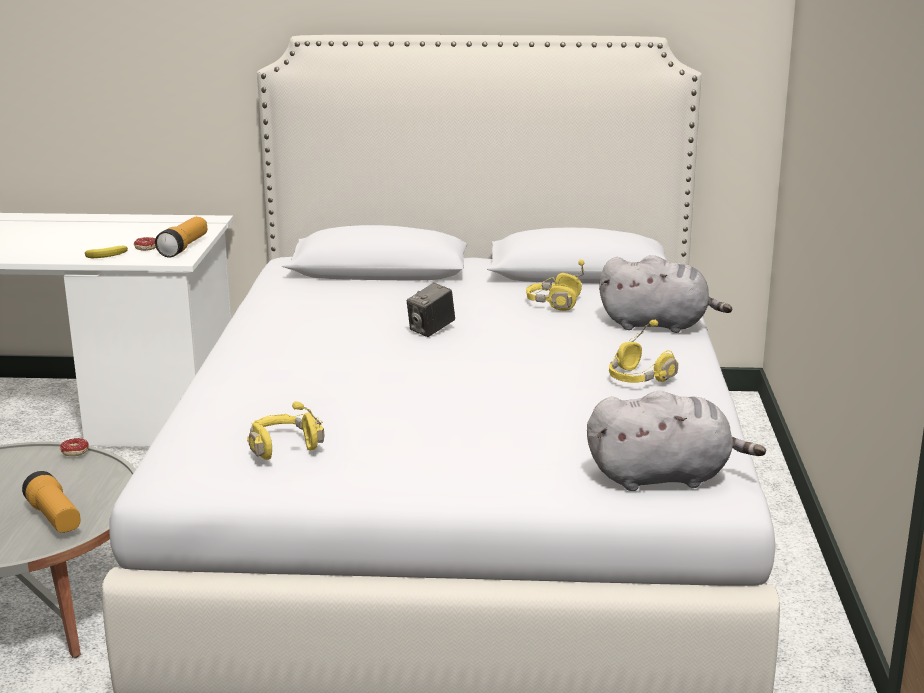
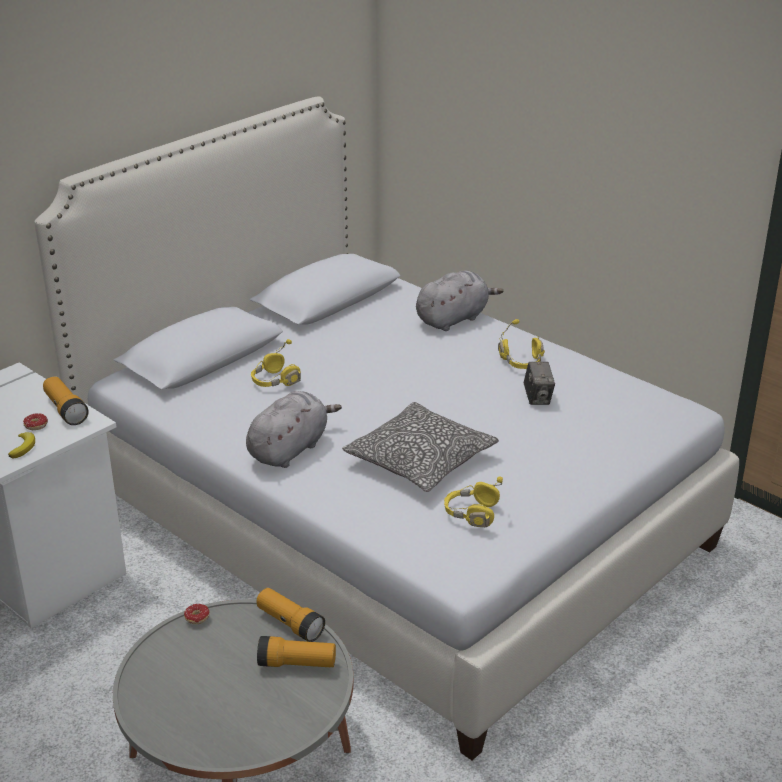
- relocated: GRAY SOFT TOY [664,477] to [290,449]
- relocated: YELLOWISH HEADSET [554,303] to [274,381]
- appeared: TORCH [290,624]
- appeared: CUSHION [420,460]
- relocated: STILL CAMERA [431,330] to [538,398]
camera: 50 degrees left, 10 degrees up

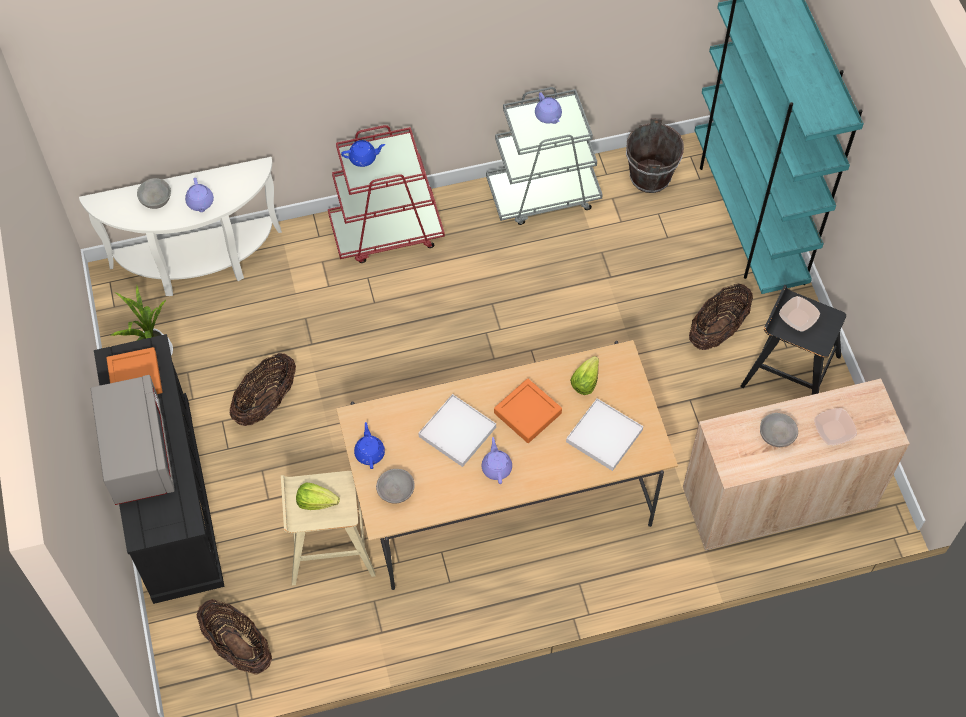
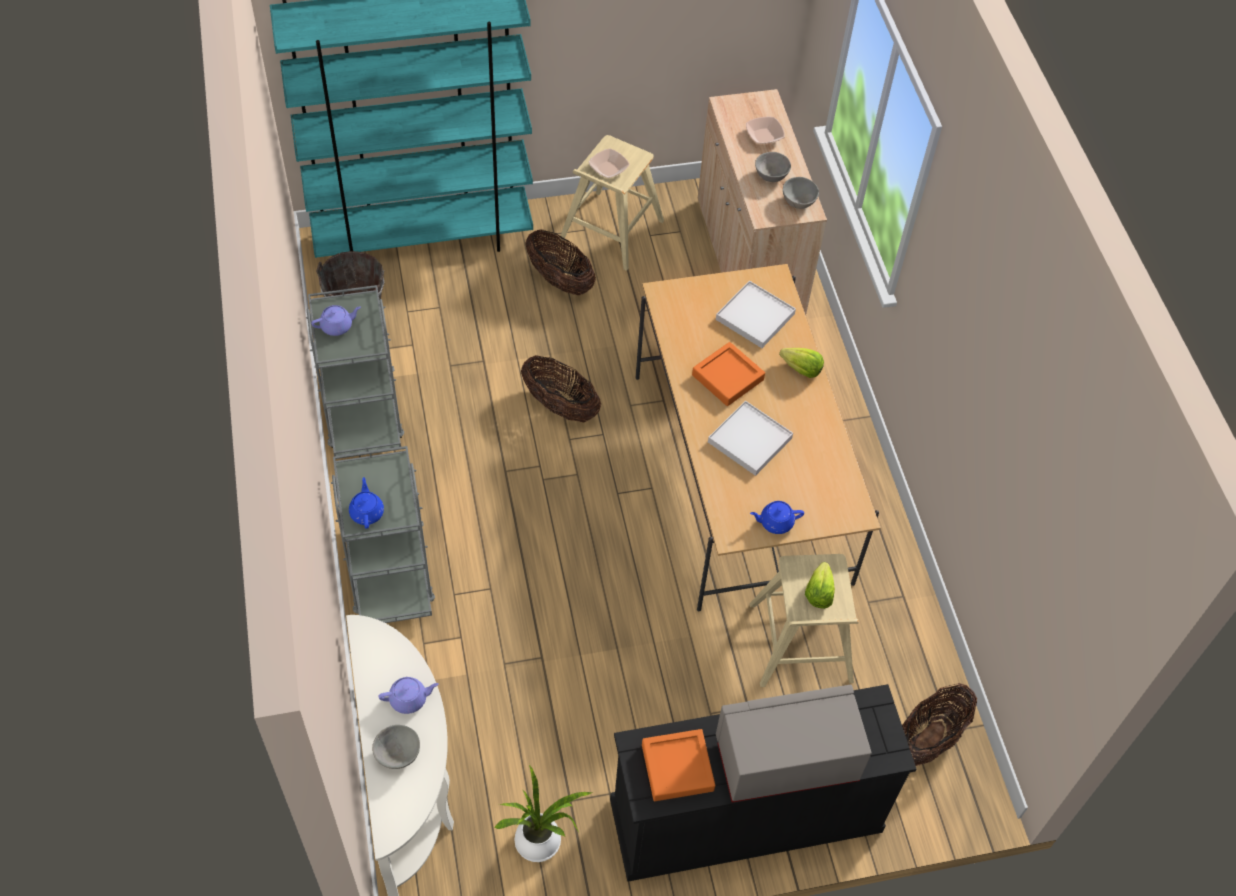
- colour: REDDISH WHEELED CART [387,231] to GRAY WHEELED CART [389,571]
- relocated: HOUSEHOLD BASKET [266,402] to [560,405]
- colour: BLACK-COLOURED STOOL [789,370] to BEIGE STOOL [611,231]
- relocated: LETTUCE HEAD [585,382] to [801,370]
- relocated: GRAY SERVING BOWL [396,493] to [799,202]
- missing: PURPLISH TEAPOT [496,467]
camera: 90 degrees left, 5 degrees down

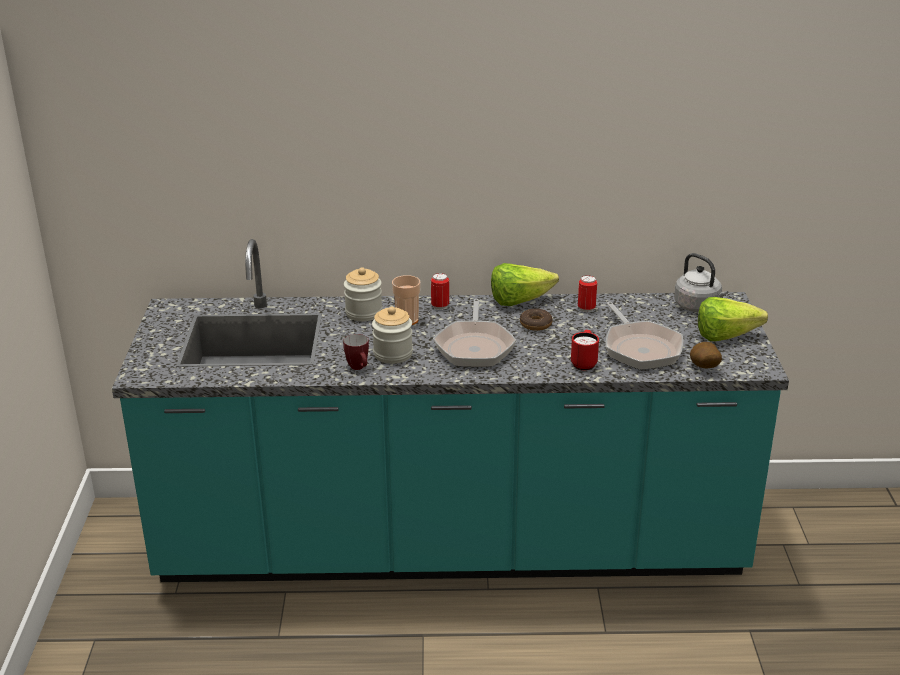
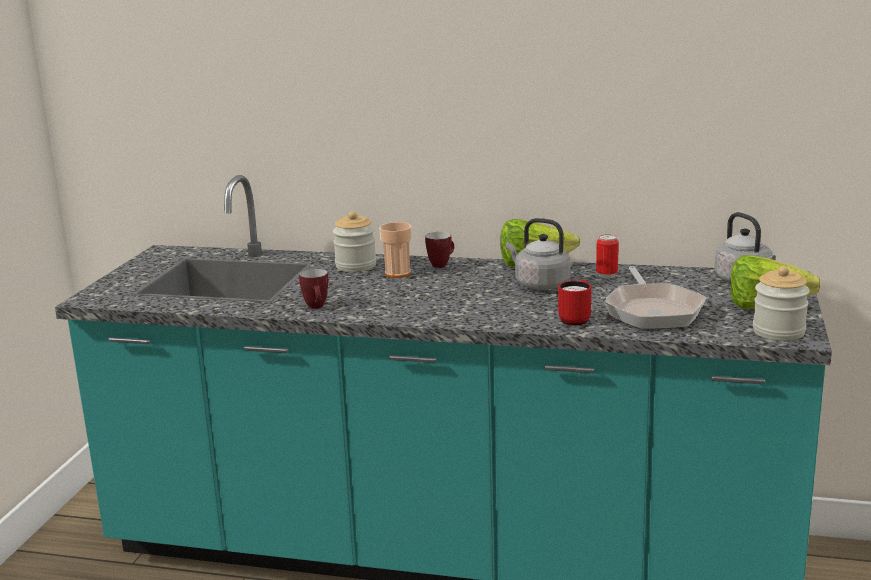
- exchanged: SEALED CAN [440,306] to TEA MUG [441,265]
- exchanged: RING DOUGHNUT [535,324] to GRAY WATER KETTLE [539,284]
- relocated: JAR [393,354] to [778,332]
- missing: SKILLET [475,346]
- missing: SPUD [703,368]
camera: 15 degrees right, 10 degrees down

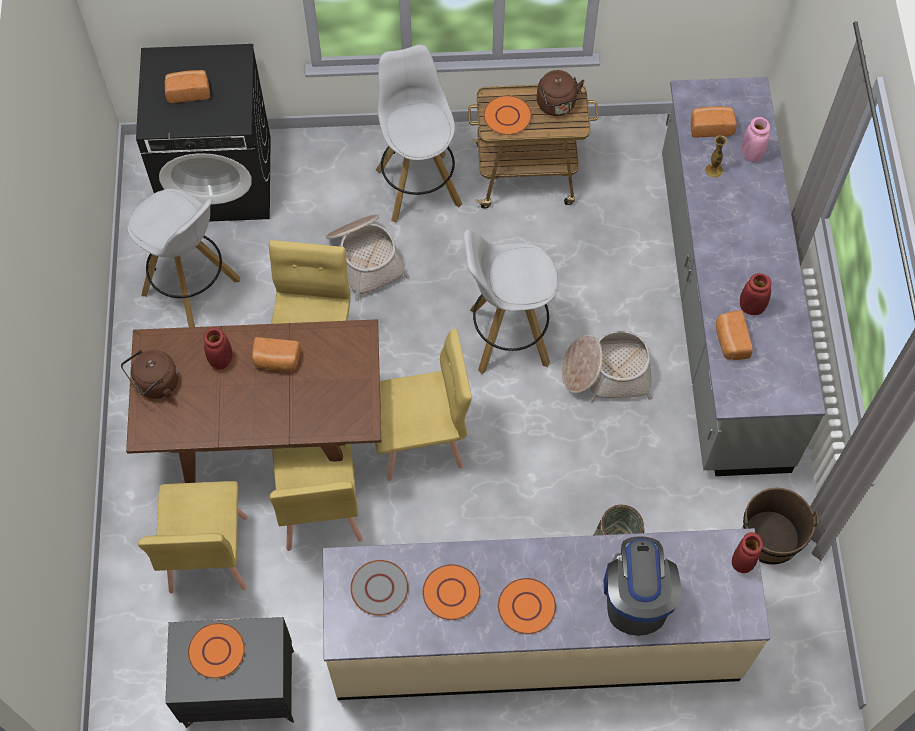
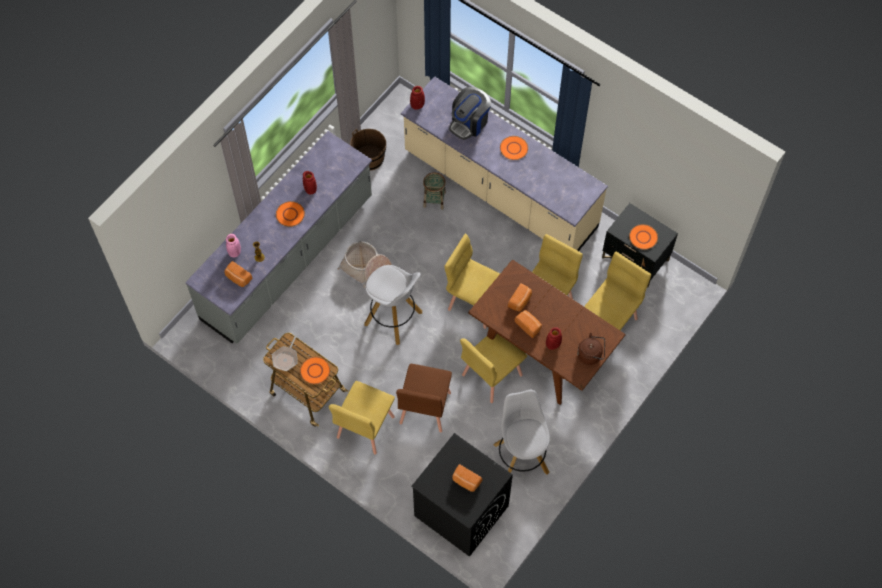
- exchanged: BROWN WATER KETTLE [557,105] to SKILLET [286,358]
- relocated: ORANGE DINNER PLATE [451,592] to [290,214]
- exchanged: WHITISH STOOL [418,185] to YELLOWISH CHAIR [365,427]
- exchanged: HOUSEHOLD BASKET [365,258] to BROWN CHAIR [424,408]
- relocated: BAKED BREAD [730,341] to [520,301]
- missing: GRAY DINNER PLATE [380,588]
camera: 140 degrees left, 0 degrees up

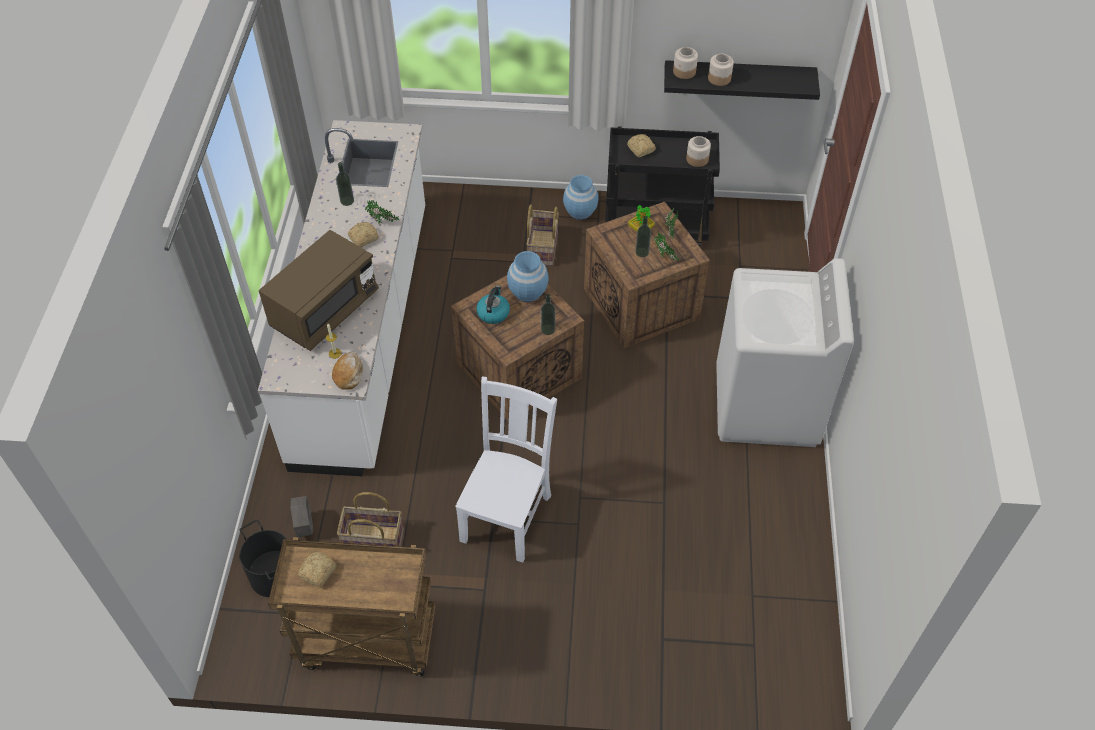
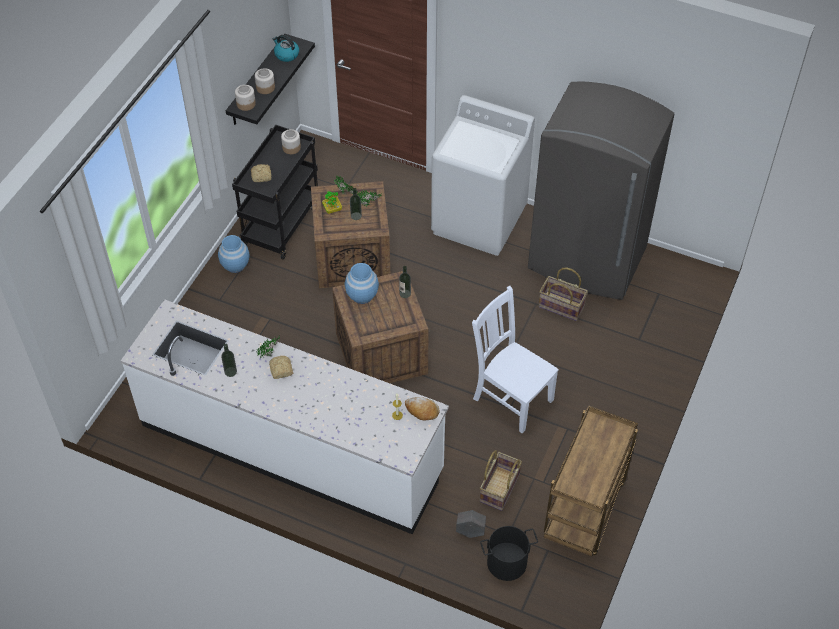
- relocated: WATER KETTLE [493,313] to [286,55]
- appeared: GRAY KITCHEN FRIDGE [587,260]
- relocated: HOUSEHOLD BASKET [542,247] to [561,307]
- missing: BROWN MICROWAVE OVEN [325,310]
- missing: BAKED BREAD [317,573]
camera: 70 degrees left, 0 degrees up

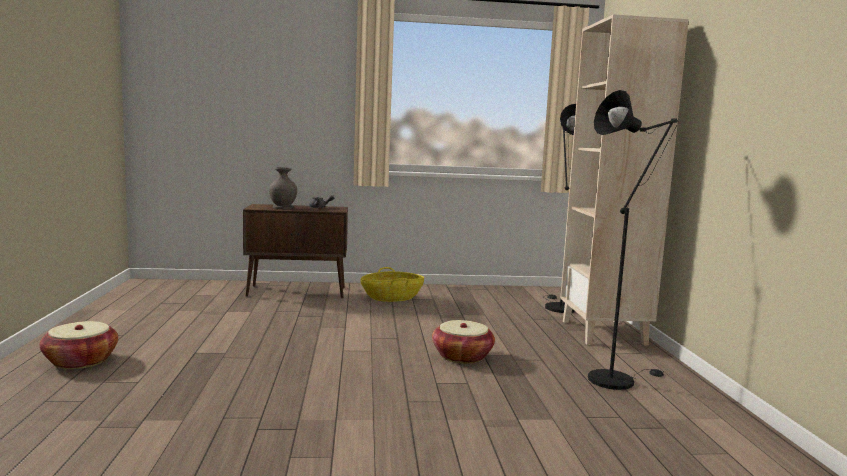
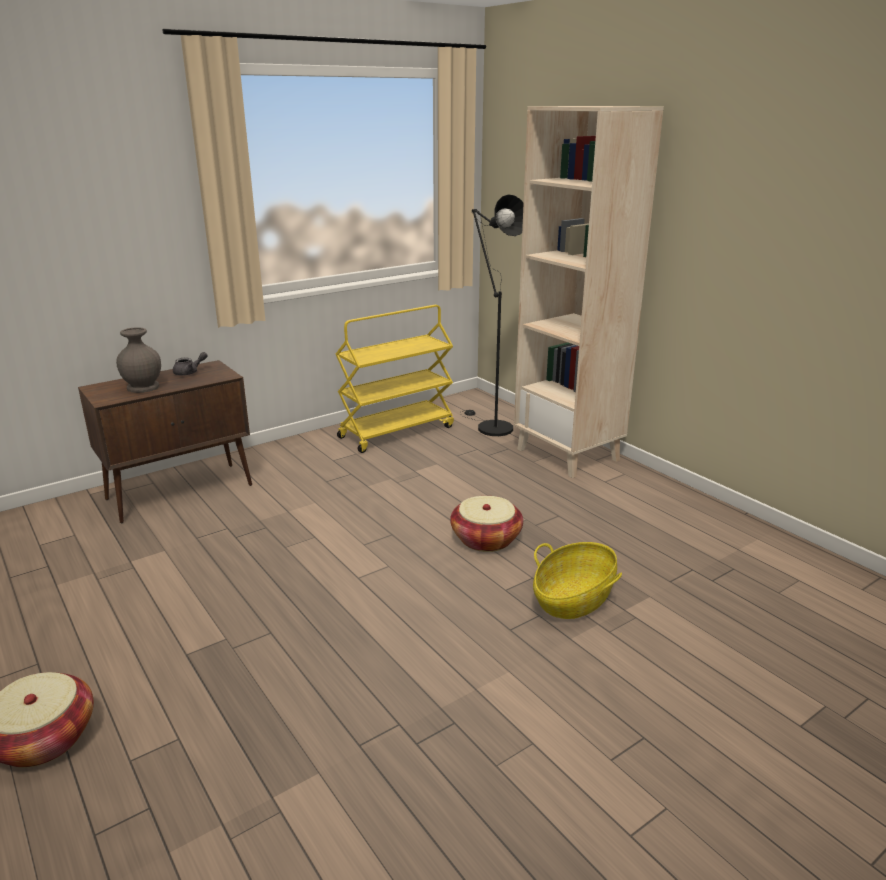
- appeared: YELLOWISH WHEELED CART [396,431]
- relocated: HOUSEHOLD BASKET [392,297] to [573,599]
- missing: BLACK-COLOURED STANDARD LAMP [616,378]
camera: 30 degrees left, 15 degrees up

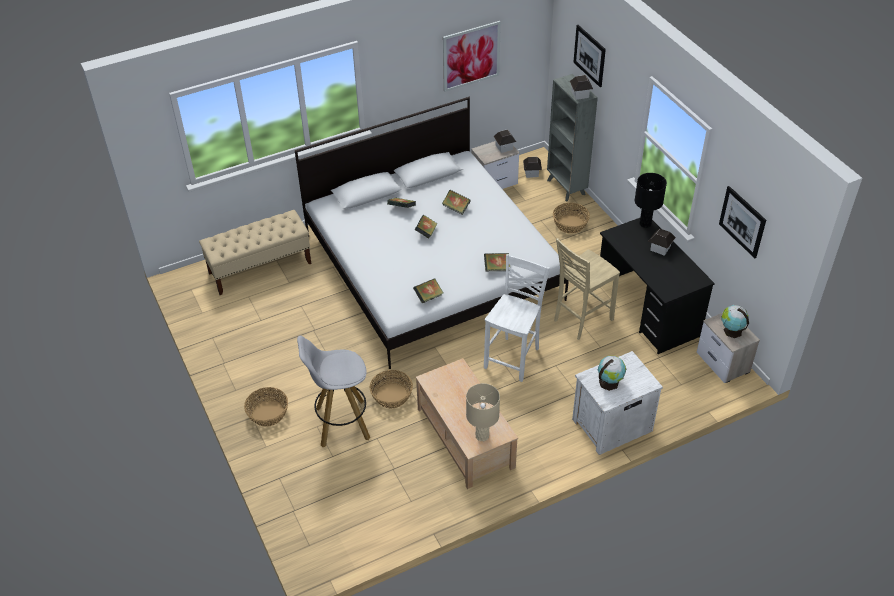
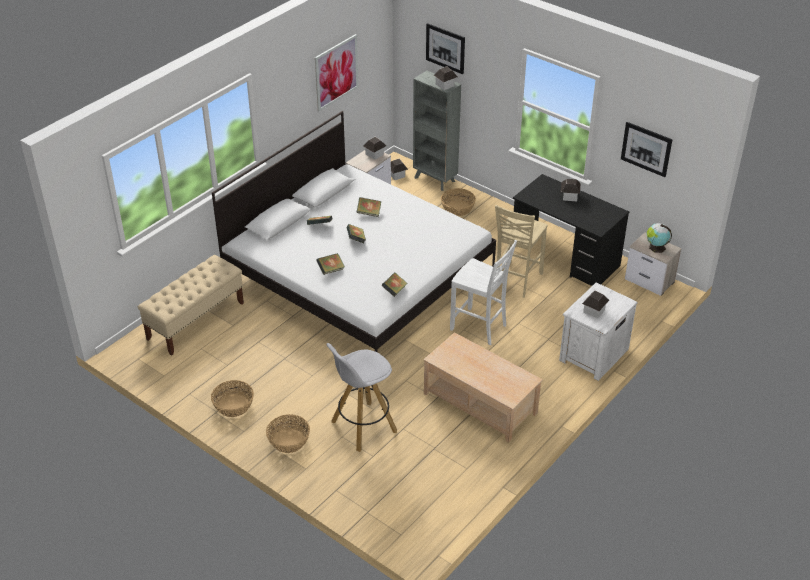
- relocated: HOUSEHOLD BASKET [392,396] to [233,406]
- relocated: BOUND BOOK [497,268] to [331,270]
- spun: WHITISH CHAIR [513,358] = [479,328] 120 degrees clockwise
- exchanged: GLOBE [609,382] to MODEL HOUSE [594,310]
- missing: BEIGE TABLETOP LAMP [482,436]
- missing: BLACK-COLOURED TABLETOP LAMP [645,223]
camera: 25 degrees left, 5 degrees down

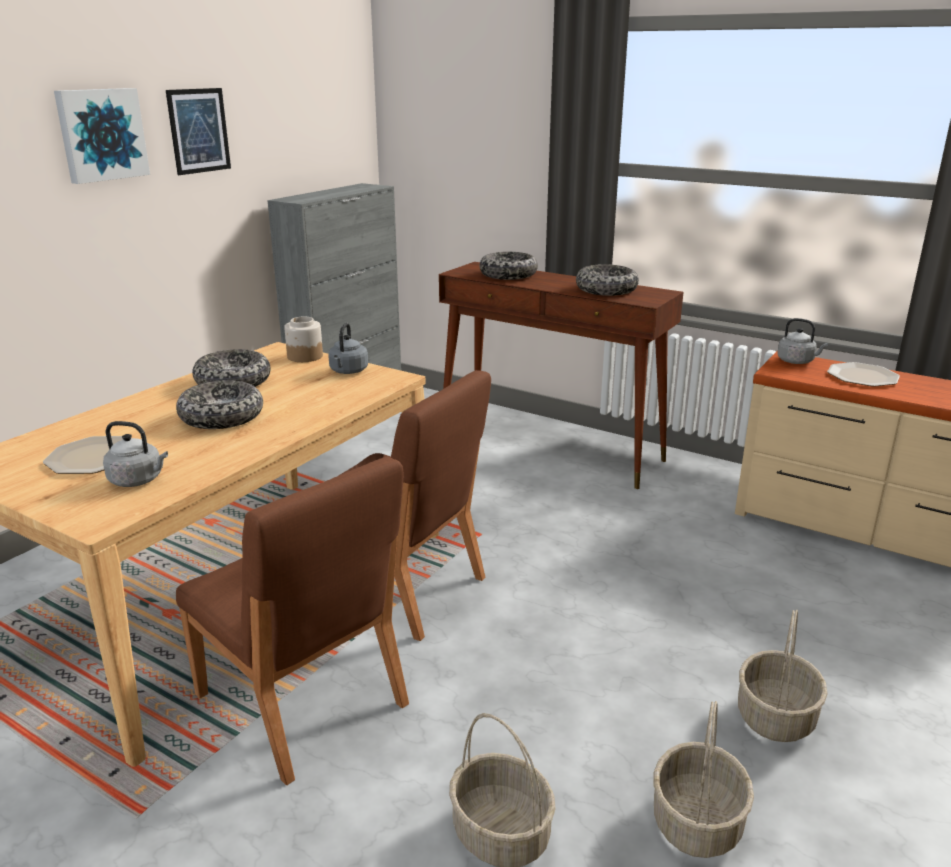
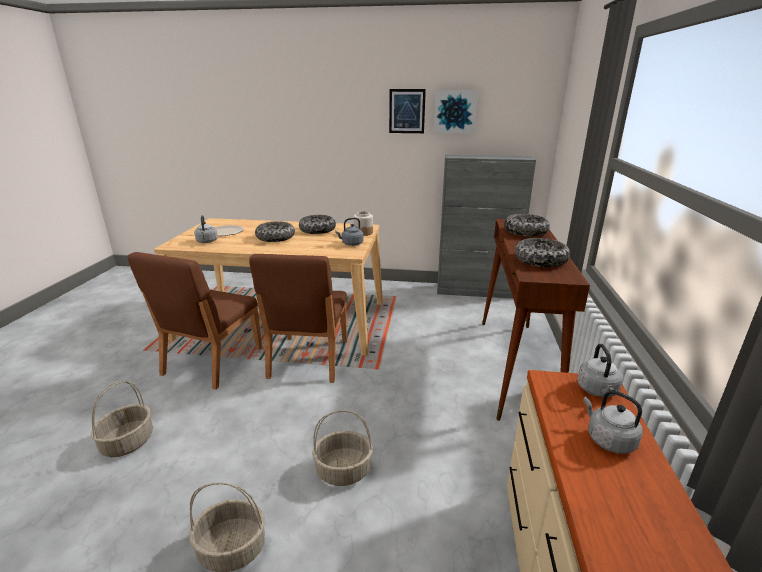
- relocated: HOUSEHOLD BASKET [697,823] to [343,471]
- relocated: WALL PICTURE [101,134] to [455,111]
- exchanged: DINNER PLATE [862,376] to GRAY WATER KETTLE [608,439]
camera: 65 degrees right, 0 degrees up

